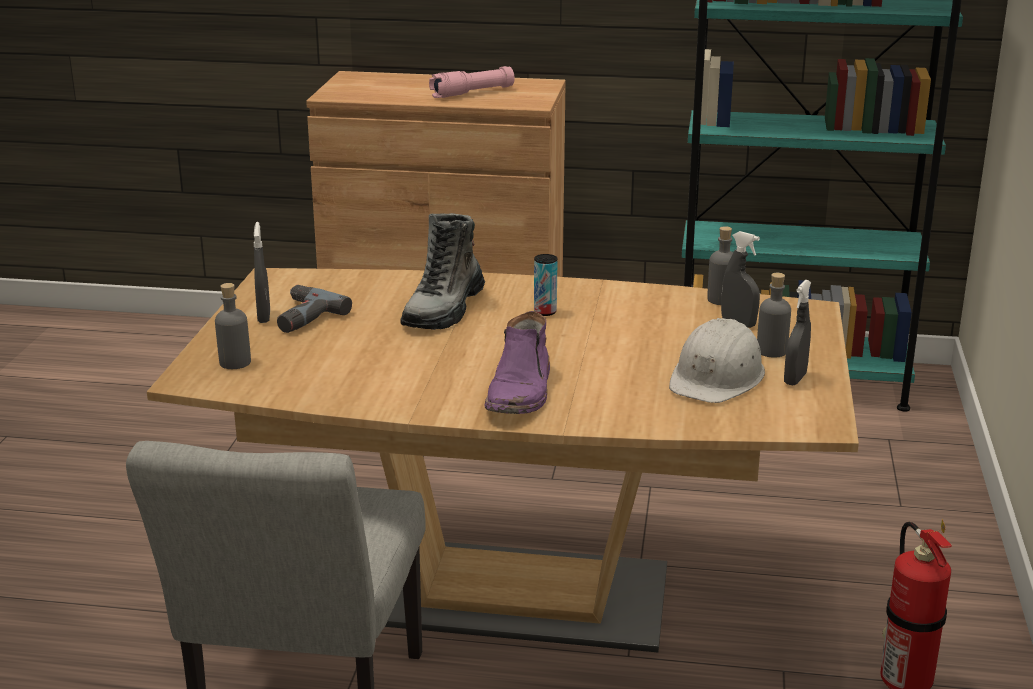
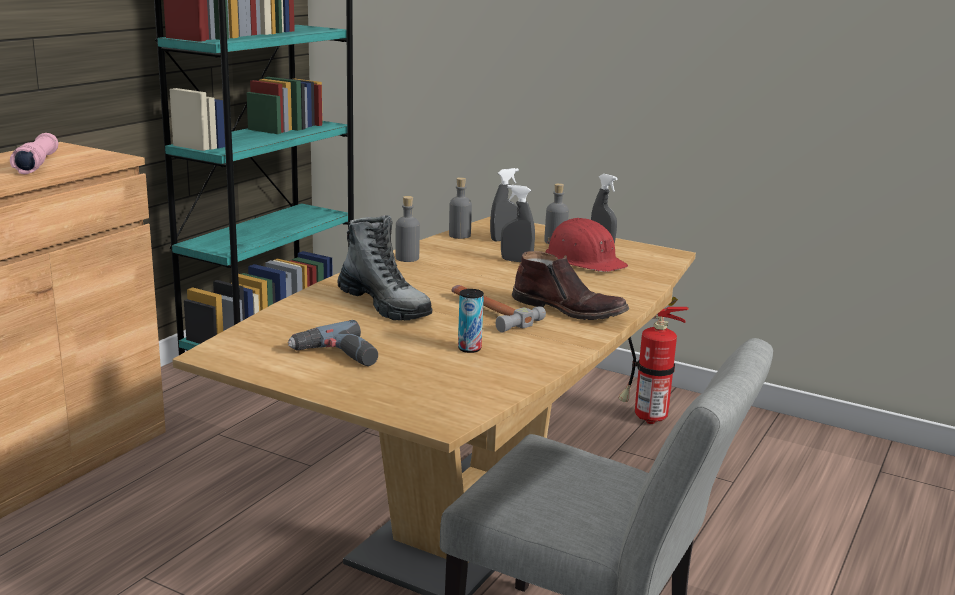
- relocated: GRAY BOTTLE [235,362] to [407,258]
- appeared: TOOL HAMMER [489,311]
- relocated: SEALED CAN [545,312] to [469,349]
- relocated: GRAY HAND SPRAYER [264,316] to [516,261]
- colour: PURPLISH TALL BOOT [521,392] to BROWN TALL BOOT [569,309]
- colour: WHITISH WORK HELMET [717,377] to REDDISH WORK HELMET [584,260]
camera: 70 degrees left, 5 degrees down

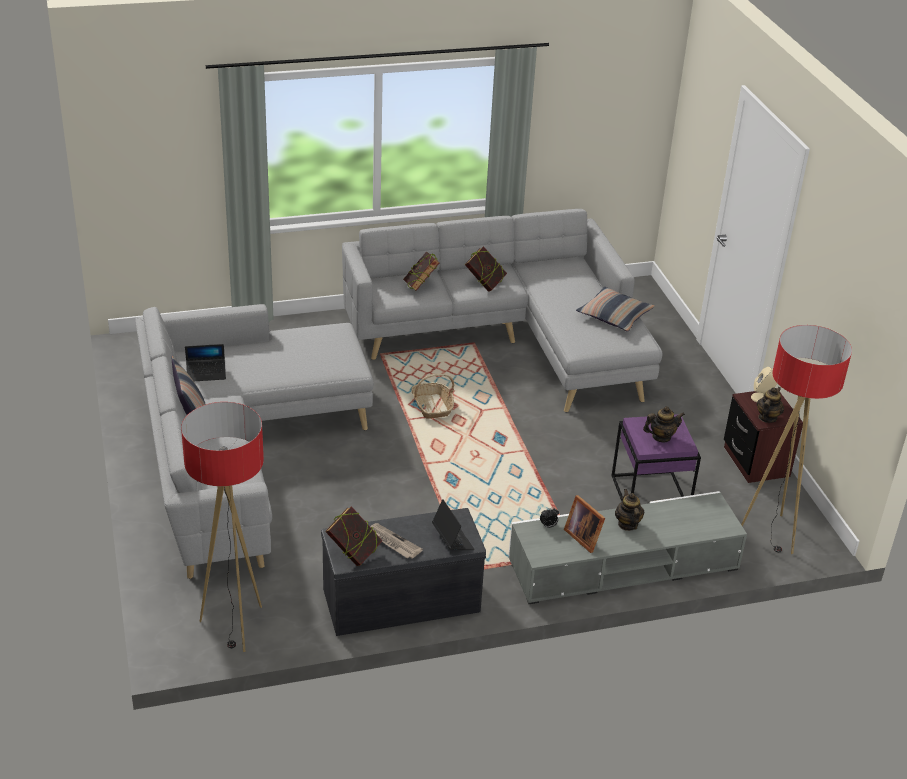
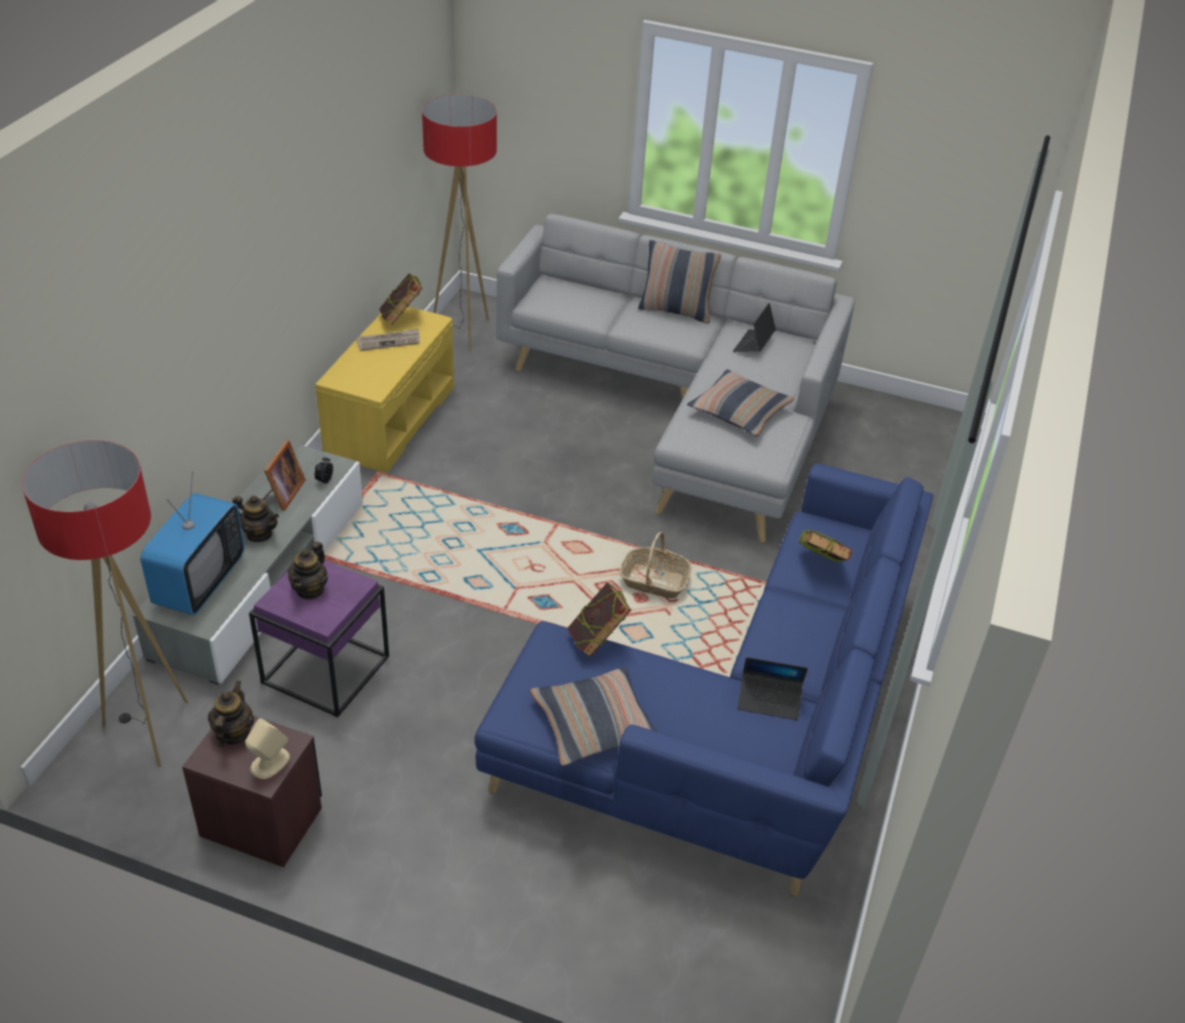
- appeared: TV SET [199,582]
- spun: TEAPOT [767,418] = [233,733] 150 degrees counterclockwise
- spun: PICTURE FRAME [583,536] = [282,494] 105 degrees clockwise
- colour: GRAY INDOOR BENCH [400,601] to YELLOWISH INDOOR BENCH [390,419]
- colour: GRAY SOFA [512,343] to BLUISH SOFA [734,734]
- relocated: BOUND BOOK [484,284] to [597,641]
- appeared: CUSHION [739,411]
- relocated: NOTEBOOK COMPUTER [452,539] to [769,700]
camera: 125 degrees right, 5 degrees up

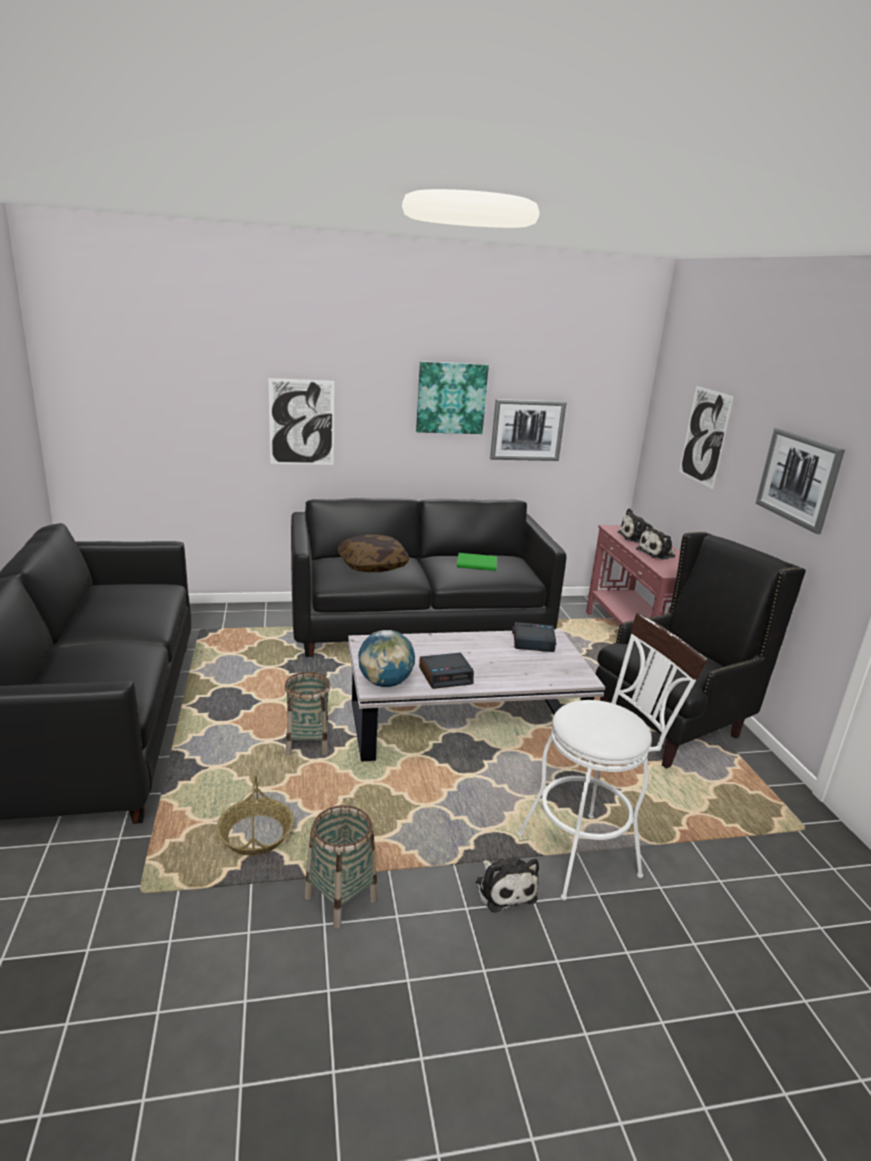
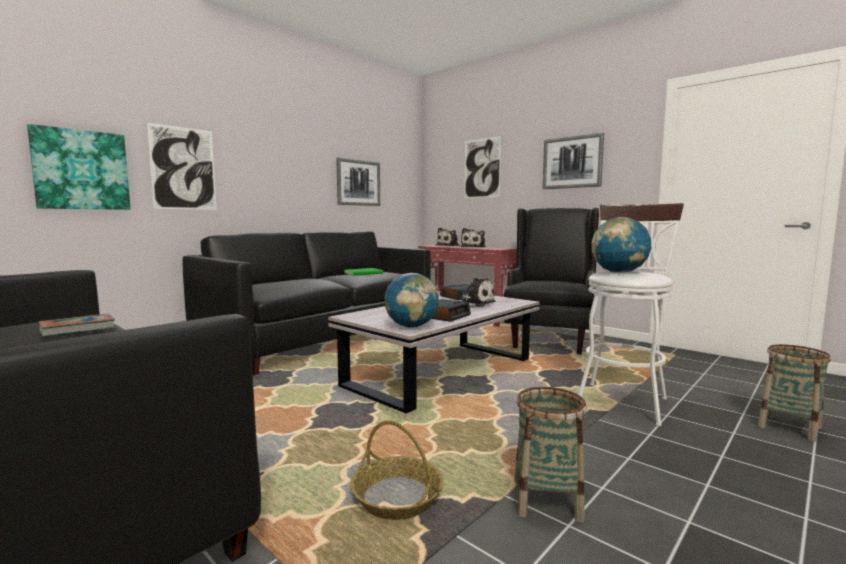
- relocated: WALL PICTURE [451,398] to [81,170]
- appeared: BOUND BOOK [78,329]
- relocated: SOFT TOY [504,888] to [474,303]
- appeared: GLOBE [618,272]
- relocated: HOUSEHOLD BASKET [307,744] to [789,427]
- missing: CUSHION [372,565]
camera: 35 degrees left, 15 degrees down

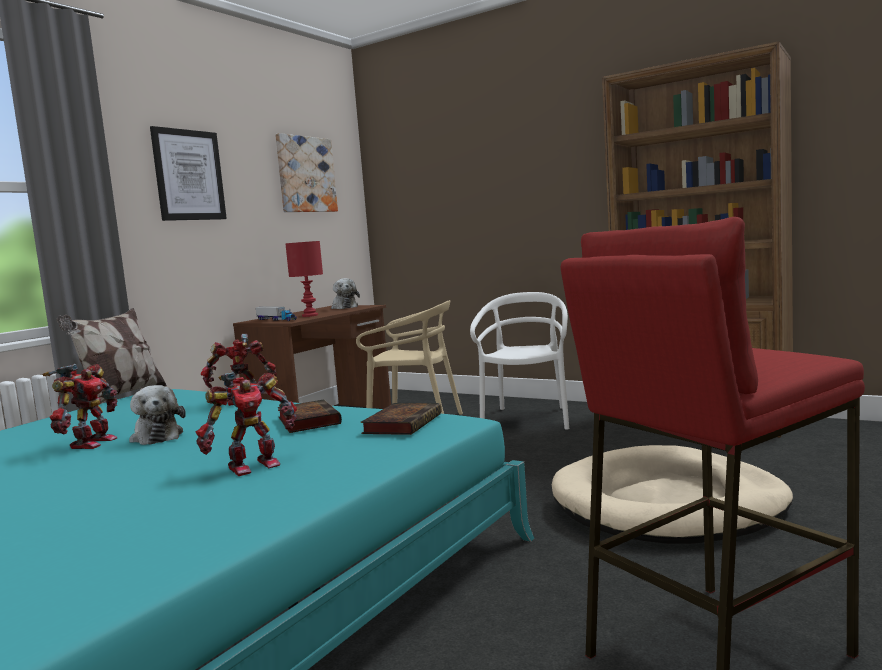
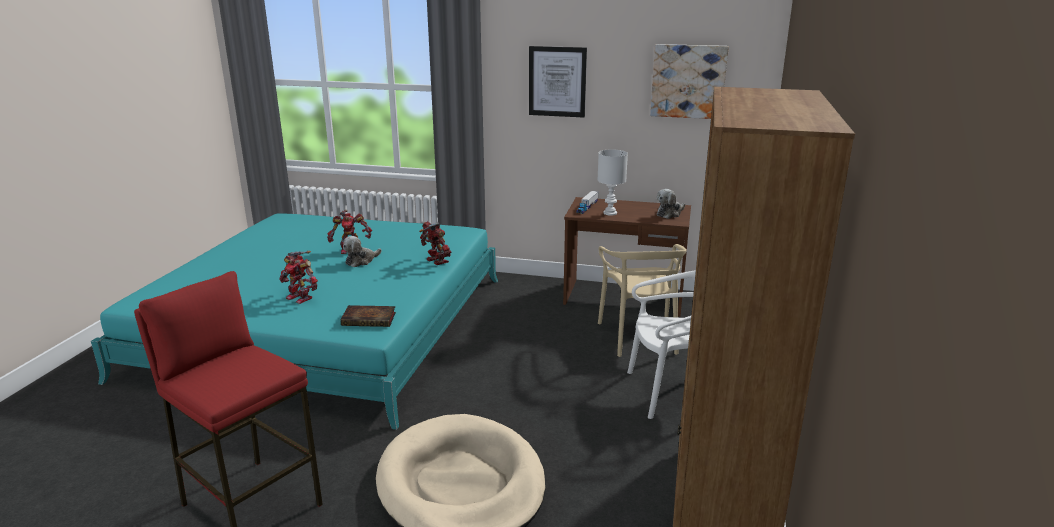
- colour: REDDISH TABLETOP LAMP [309,315] to WHITISH TABLETOP LAMP [610,213]
- missing: CUSHION [121,396]
- missing: BOUND BOOK [307,421]
camera: 70 degrees right, 15 degrees up

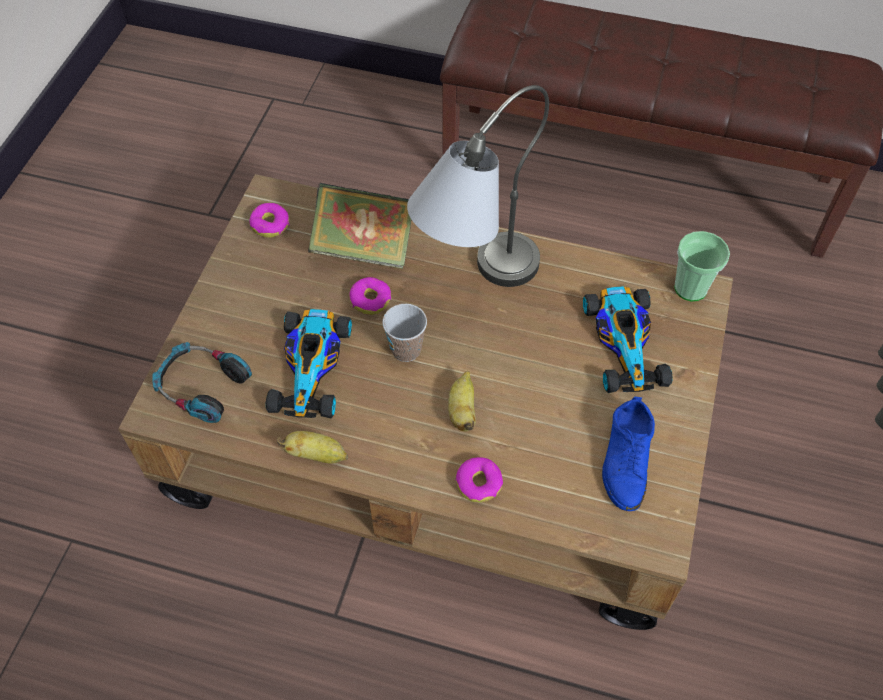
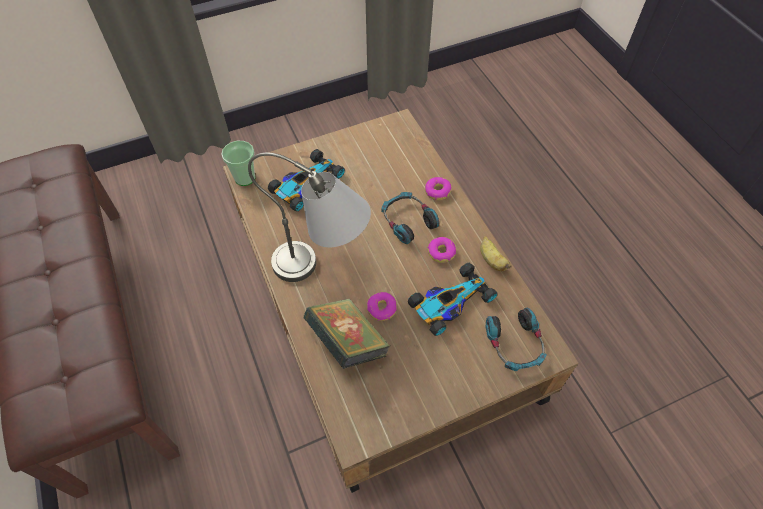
- exchanged: BANANA [462,410] to HEADSET [407,221]
- relocated: RING DOUGHNUT [270,225] to [441,252]
- missing: CUP [406,350]
- missing: BLUISH SHOE [626,459]
camera: 130 degrees left, 0 degrees up

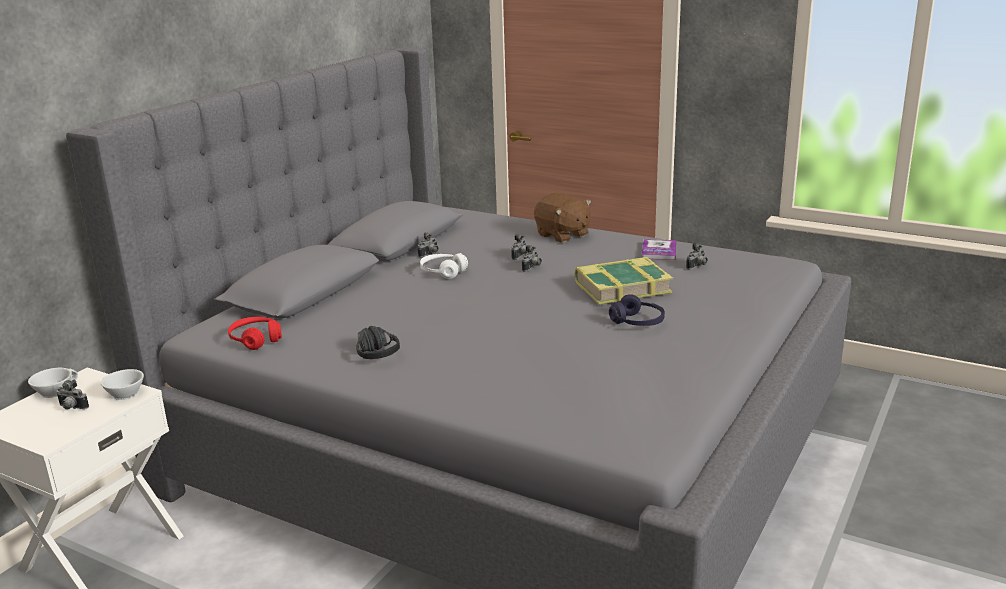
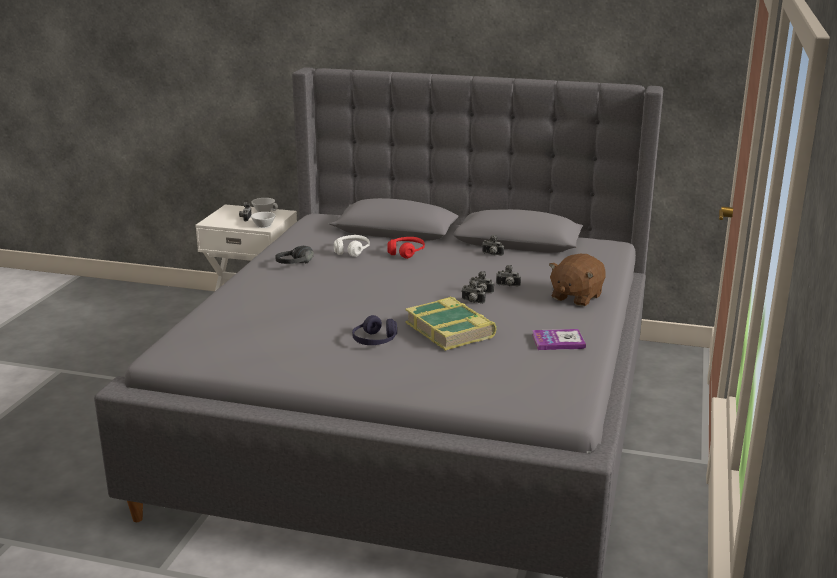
- relocated: WHITISH HEADSET [443,272] to [351,251]
- relocated: REDDISH HEADSET [256,340] to [406,252]
- relocated: STILL CAMERA [697,266] to [472,302]
camera: 75 degrees right, 0 degrees up

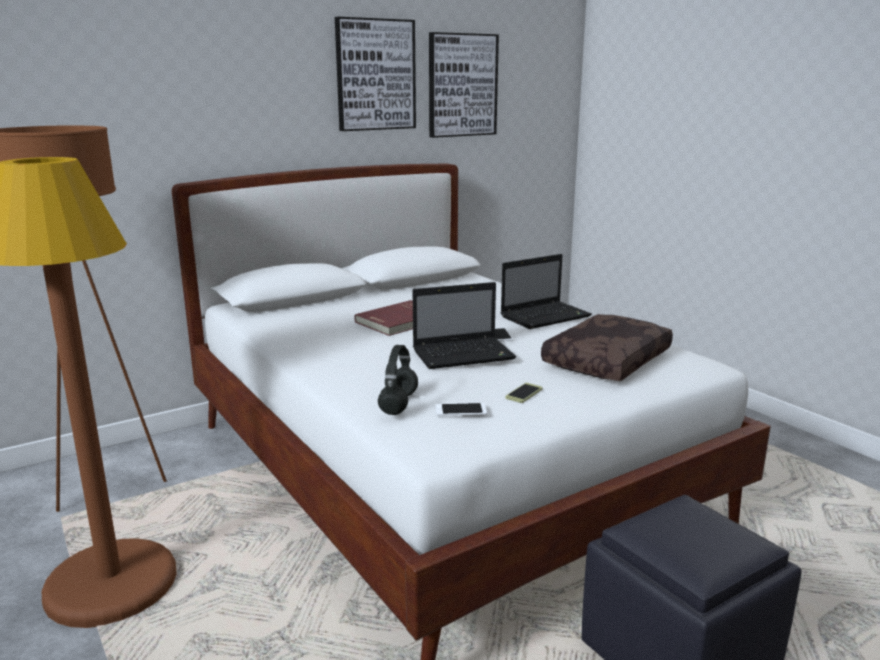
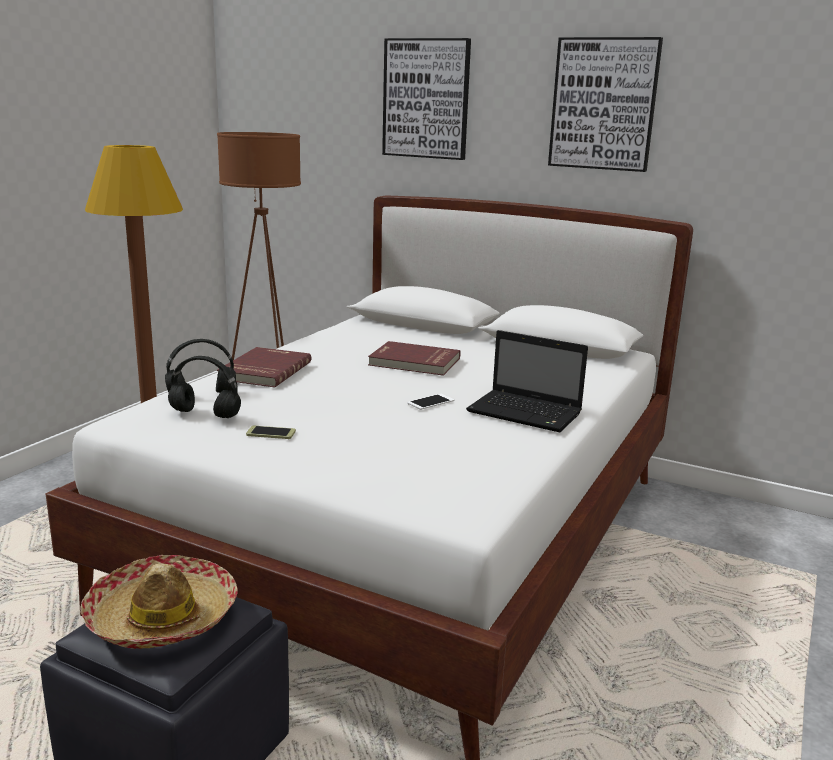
- appeared: CLOTHING HAT [163,617]
- exchanged: HANDSET [461,410] to BLACK-COLOURED HEADSET [204,414]
- appeared: REDDISH BOUND BOOK [264,370]
- relocated: WALL PICTURE [462,85] to [426,99]
- missing: NOTEBOOK COMPUTER [465,354]
- missing: BROWN CUSHION [605,360]
camera: 60 degrees right, 0 degrees up

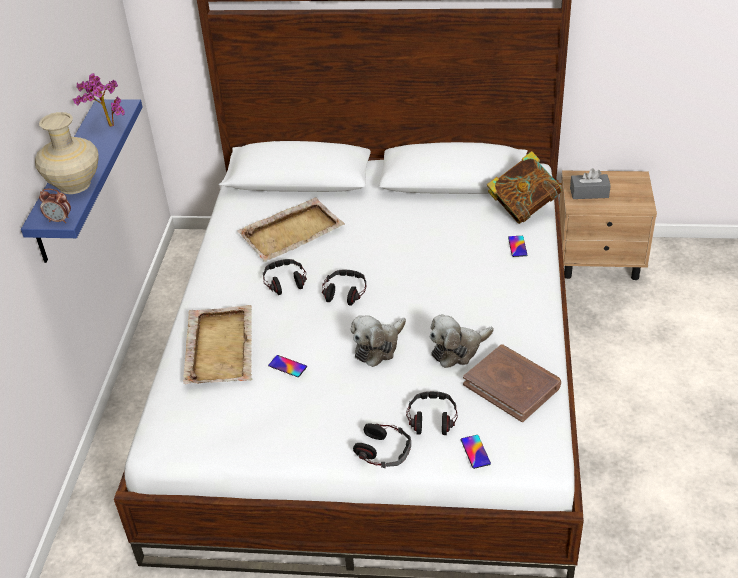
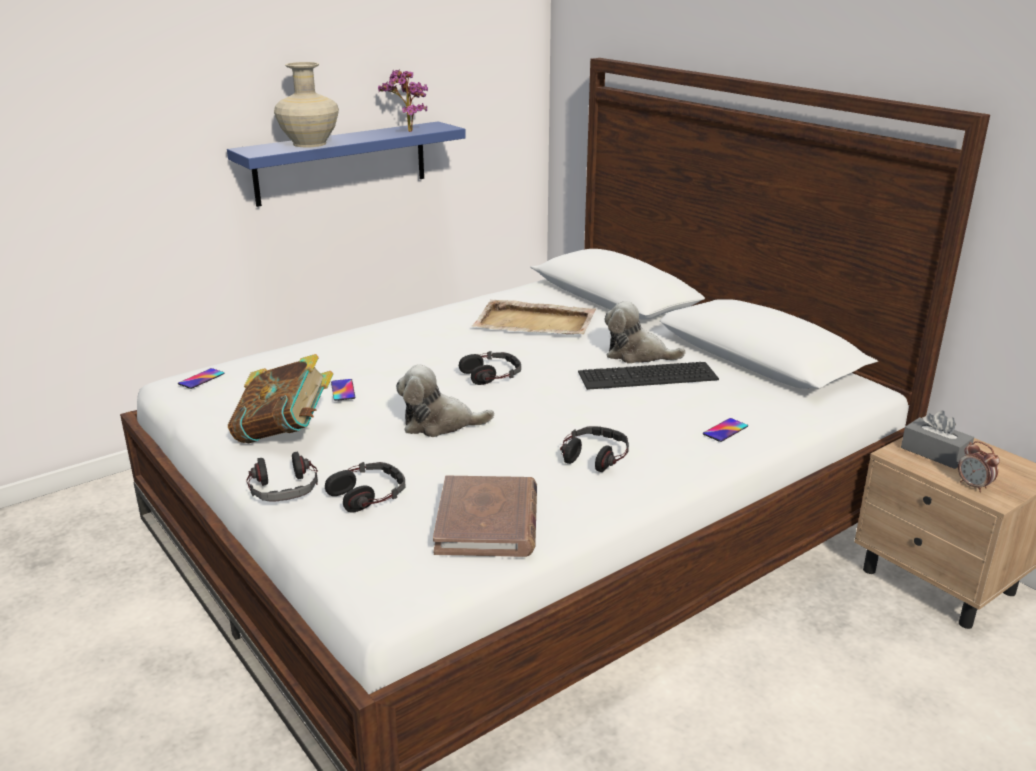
- relocated: HANDSET [475,452] to [201,379]
- relocated: BOUND BOOK [523,208] to [285,434]
- relocated: HEADSET [284,281] to [594,456]
- appeared: PC KEYBOARD [647,377]
- relocated: SOFT TOY [458,350] to [637,355]
- relocated: TABLE CLOCK [59,220] to [973,486]
- missing: BEIGE CARRYING TRAY [220,347]
camera: 45 degrees right, 15 degrees down

